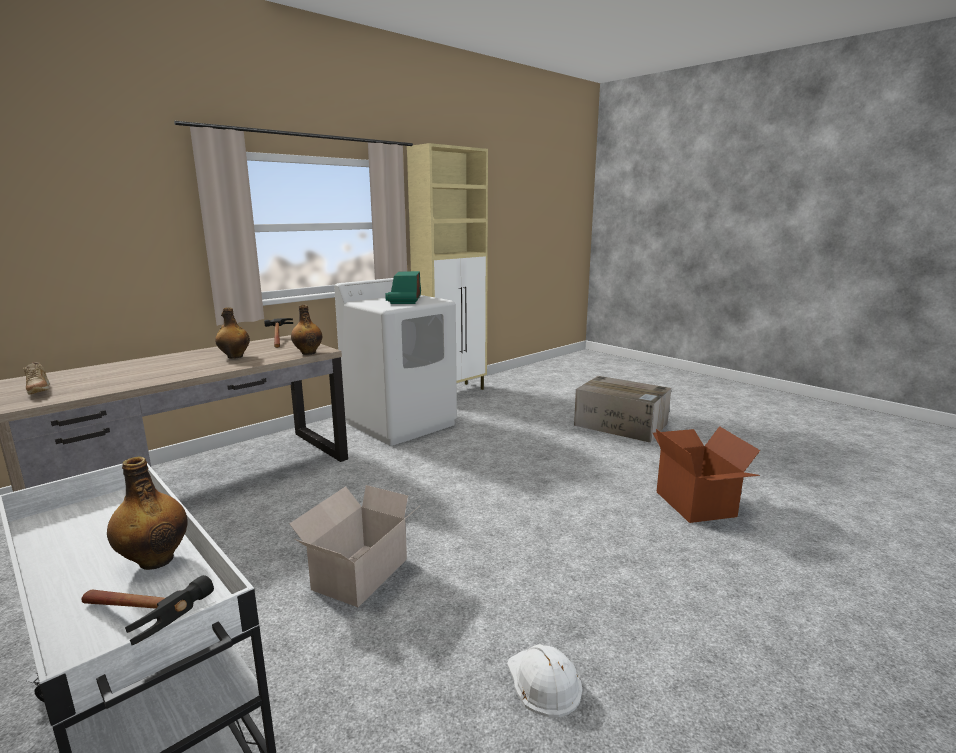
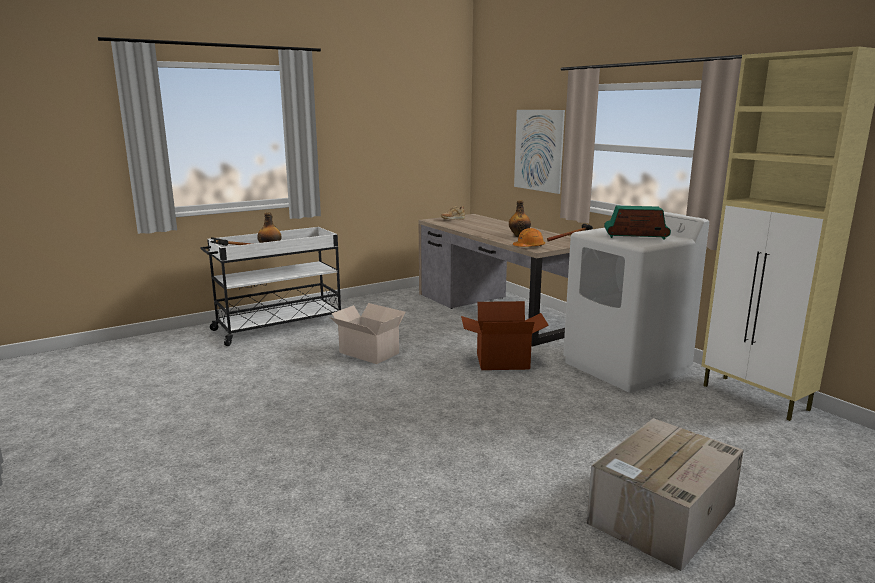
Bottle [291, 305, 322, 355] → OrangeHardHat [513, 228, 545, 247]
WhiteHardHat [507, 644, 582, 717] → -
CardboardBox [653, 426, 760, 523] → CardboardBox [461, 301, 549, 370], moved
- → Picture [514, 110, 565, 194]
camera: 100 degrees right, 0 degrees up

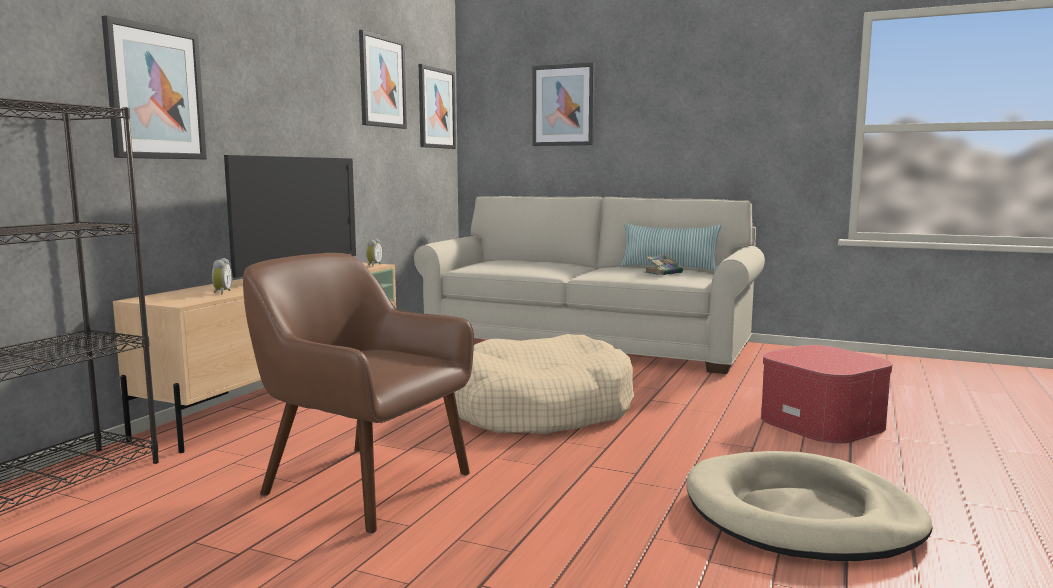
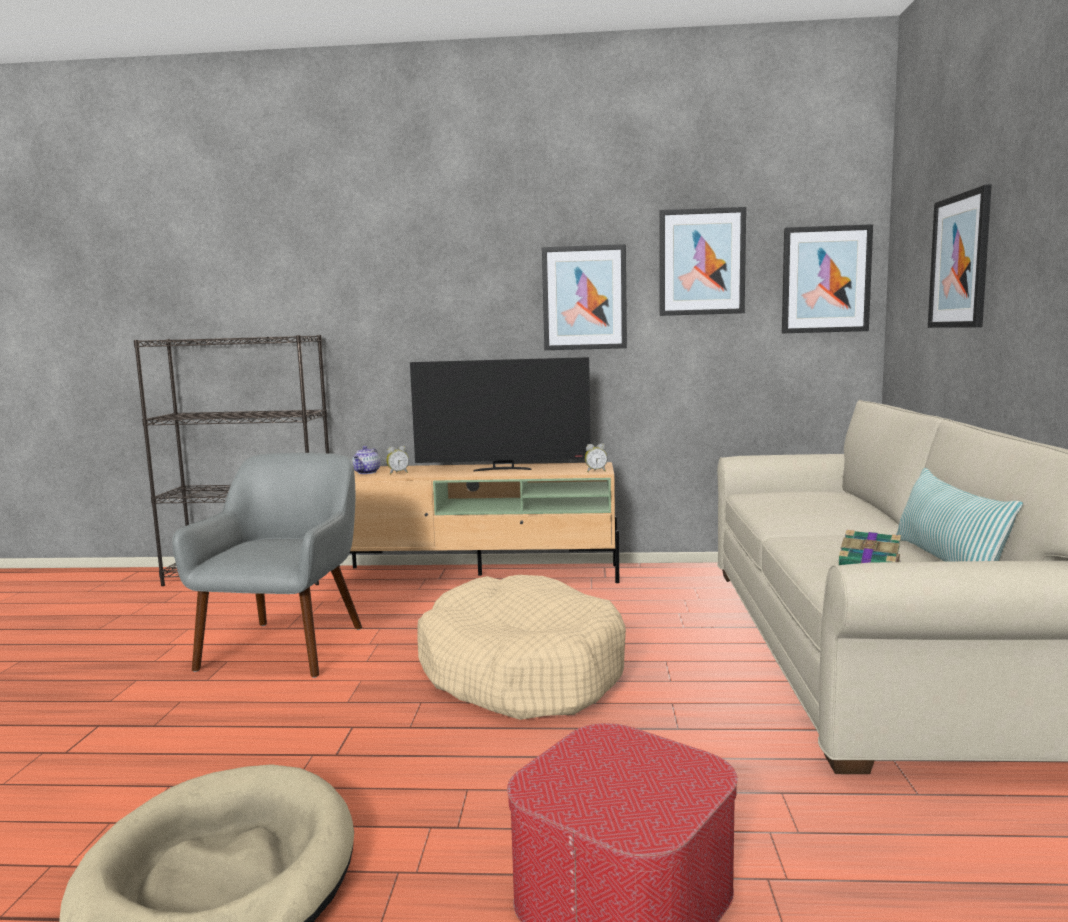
Picture [102, 15, 207, 159] → Picture [542, 244, 627, 350], moved
BrownArmchair [243, 253, 474, 534] → GreyArmchair [172, 453, 362, 678]
- → Teapot [352, 446, 380, 474]
camera: 70 degrees right, 0 degrees up

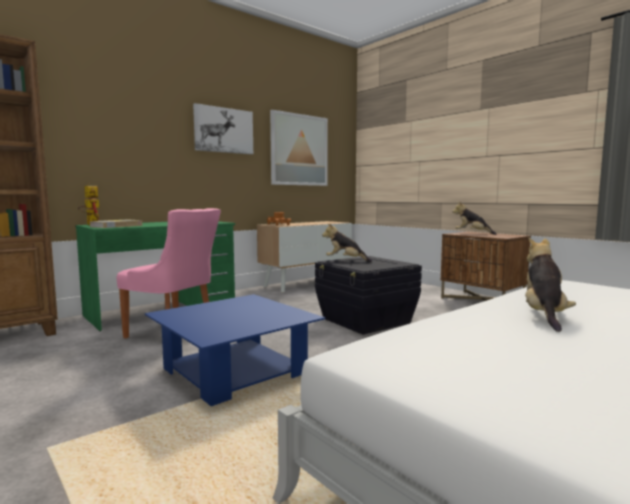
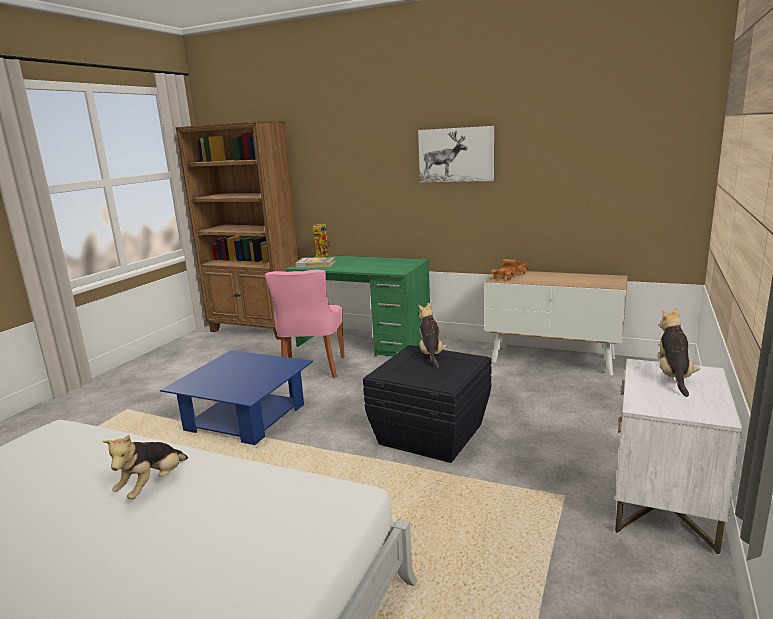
Picture [270, 110, 328, 186] → -
BrownNightstand [441, 231, 531, 301] → WhiteNightstand [615, 359, 742, 555]
PlushToy [525, 237, 576, 332] → PlushToy [102, 435, 188, 500], 120 degrees clockwise
camera: 65 degrees right, 10 degrees up

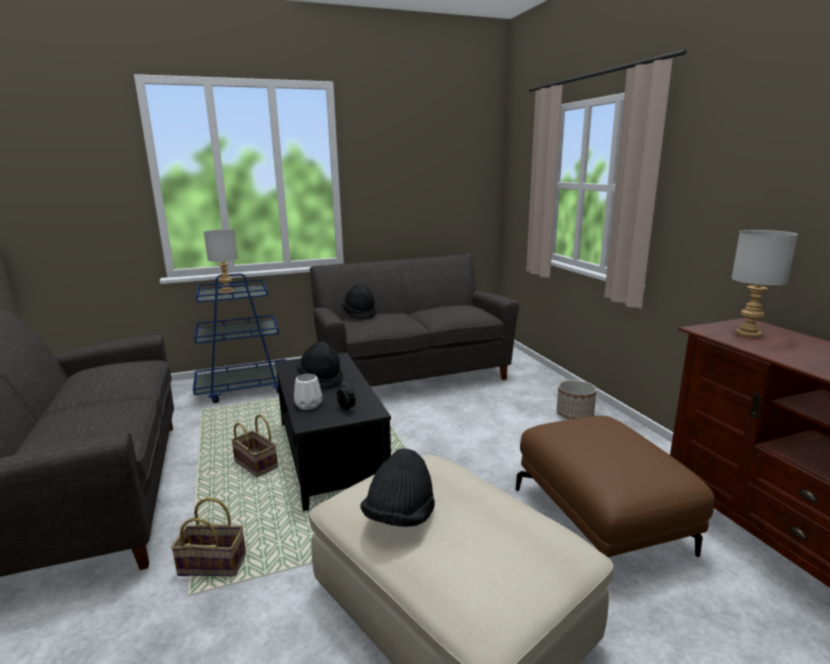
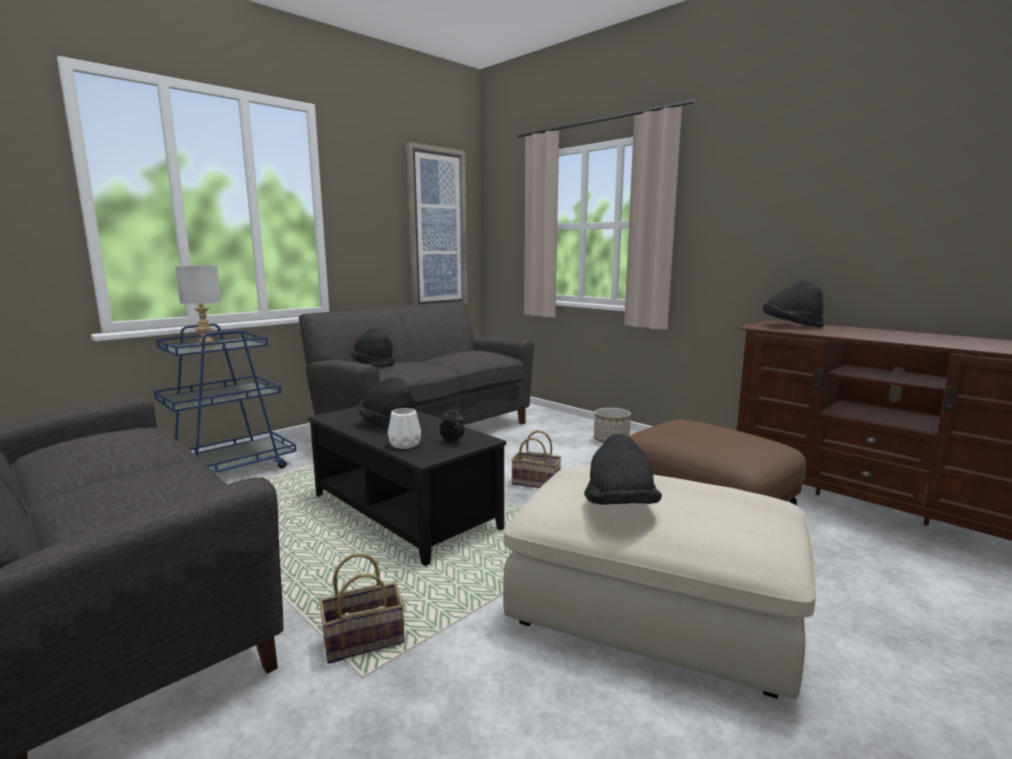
Basket [231, 415, 278, 477] → Basket [511, 430, 561, 488], moved
GreyTableLamp [732, 230, 798, 338] → BlackHat [763, 280, 824, 328]
- → Picture [405, 142, 468, 306]
camera: 25 degrees left, 5 degrees down

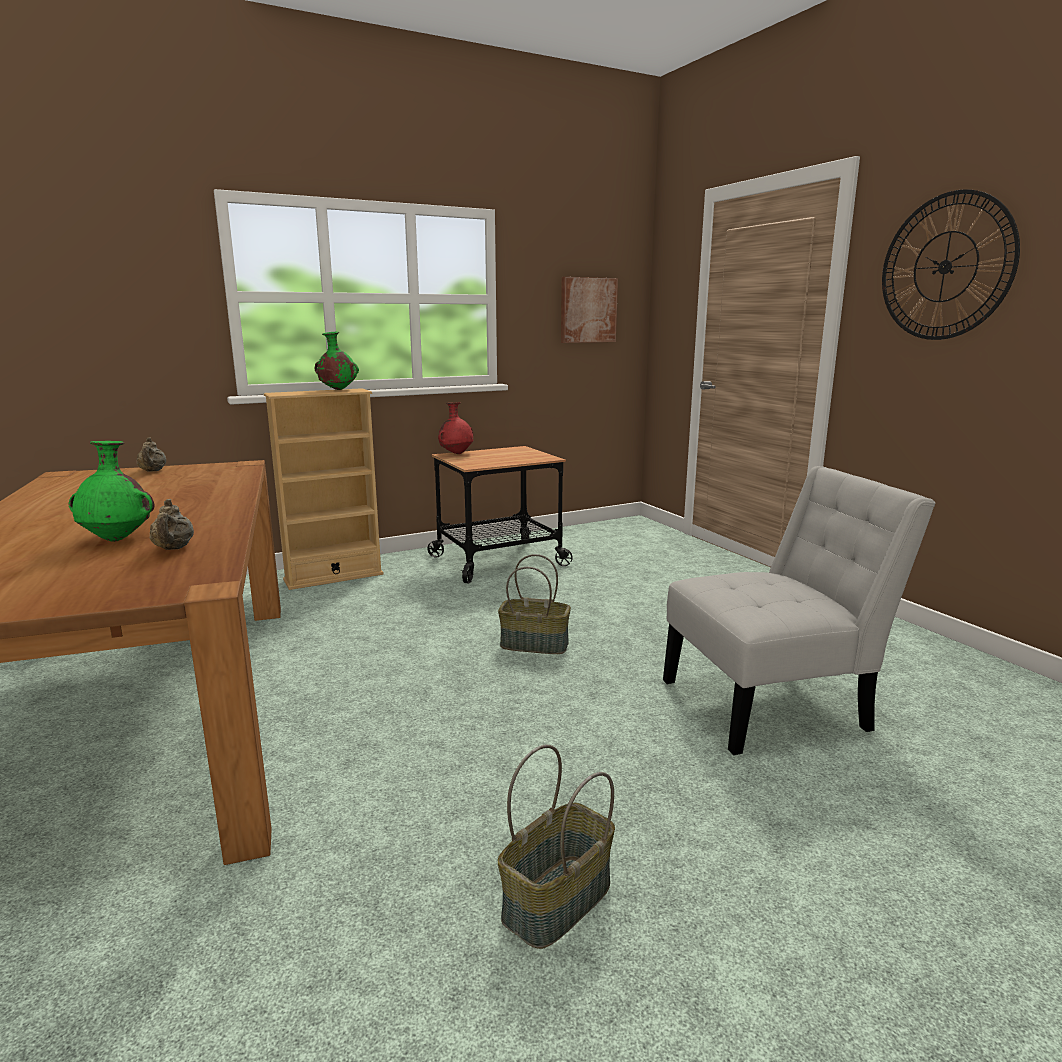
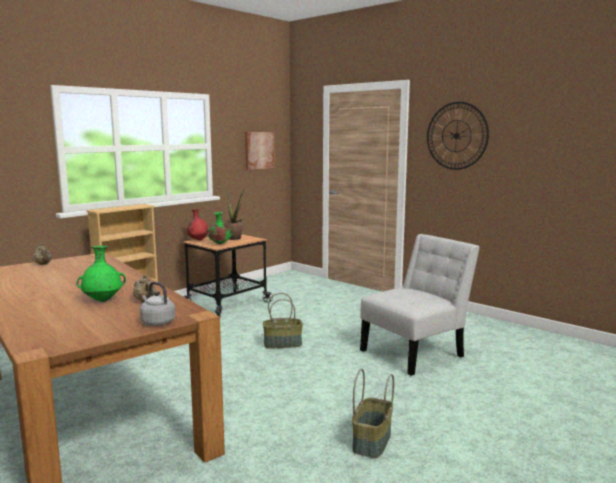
GreenVase [315, 332, 359, 390] → GreenVase [206, 212, 234, 244], moved
- → GreyKettle [140, 282, 175, 326]
- → PottedPlant [223, 190, 244, 240]
camera: 20 degrees left, 5 degrees down

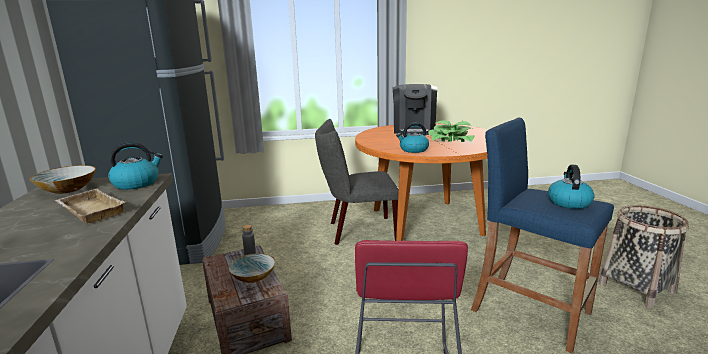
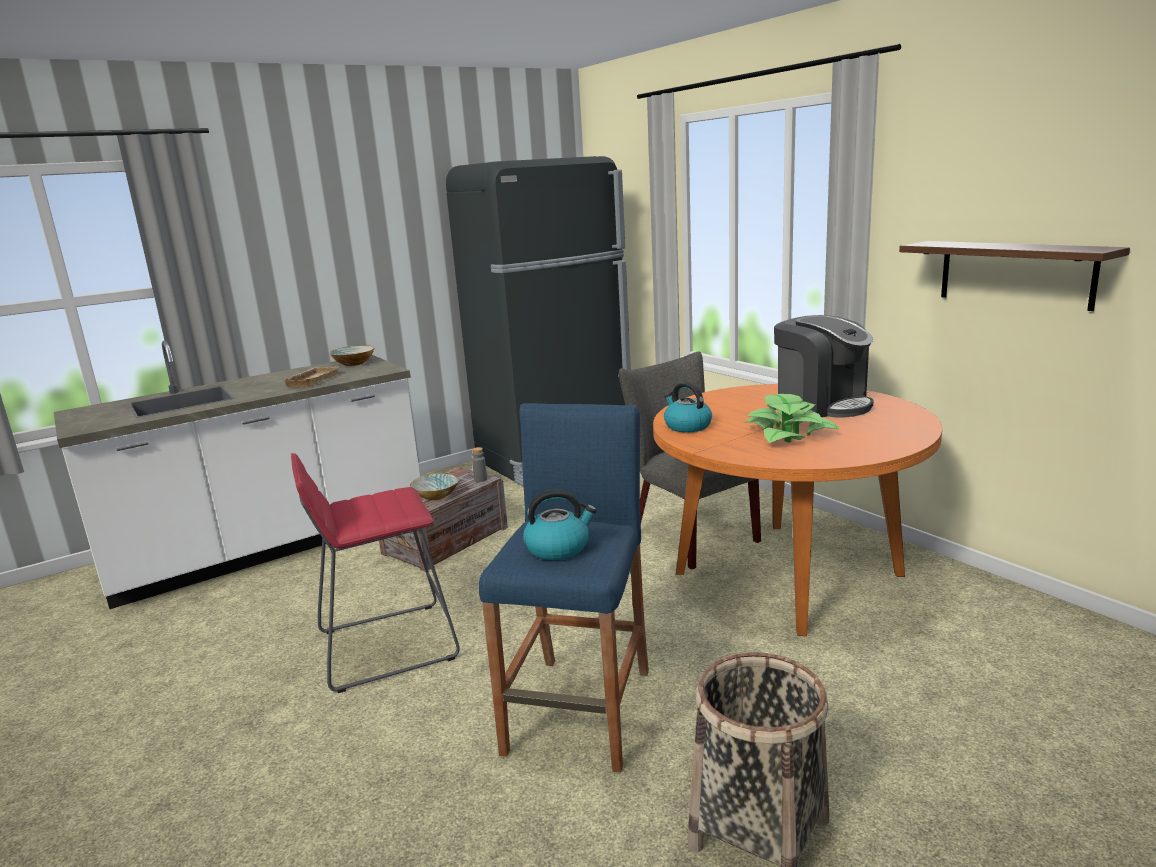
Kettle [108, 142, 163, 190] → -
CoffeeMachine [393, 84, 437, 135] → CoffeeMachine [774, 315, 873, 418], 105 degrees counterclockwise
- → Shelf [899, 241, 1130, 311]
camera: 65 degrees right, 0 degrees up

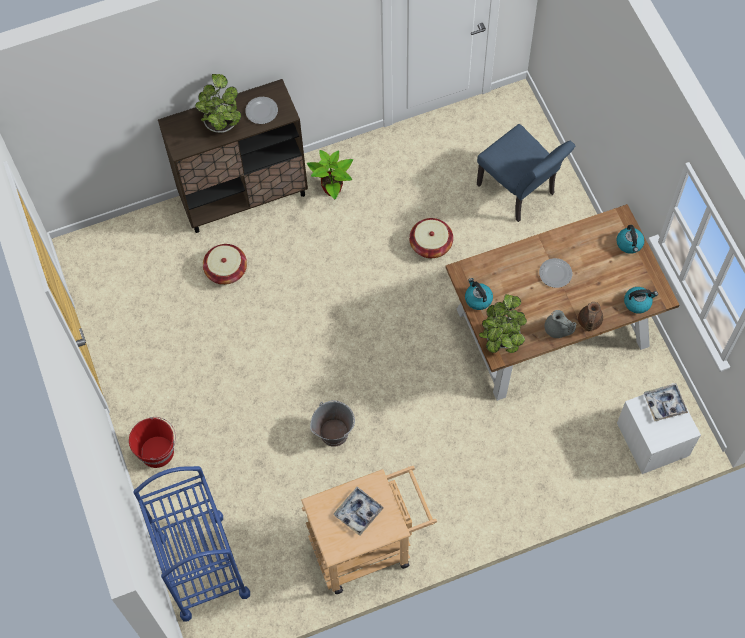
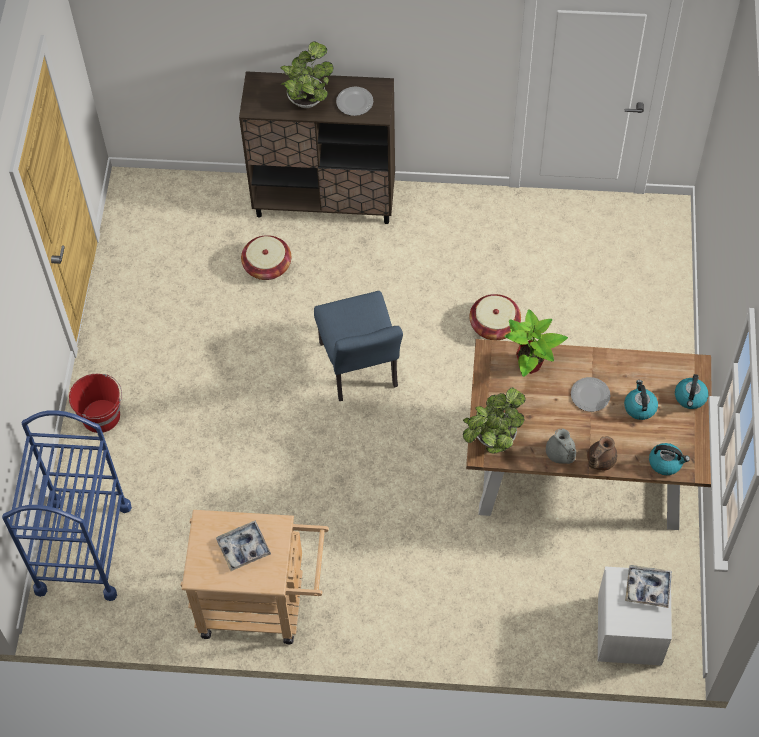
PottedPlant [307, 150, 353, 199] → PottedPlant [504, 309, 568, 377], moved
GreyBucket [310, 400, 355, 447] → -
Kettle [465, 278, 493, 310] → Kettle [624, 380, 658, 420], moved
BlueChair [477, 124, 575, 222] → BlueChair [314, 291, 403, 401], moved
camera: 25 degrees right, 5 degrees down

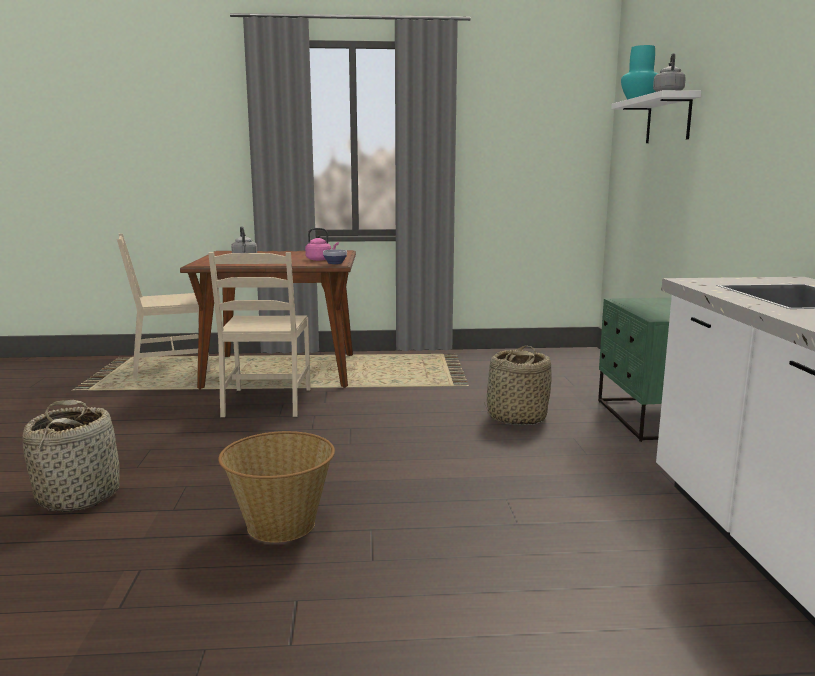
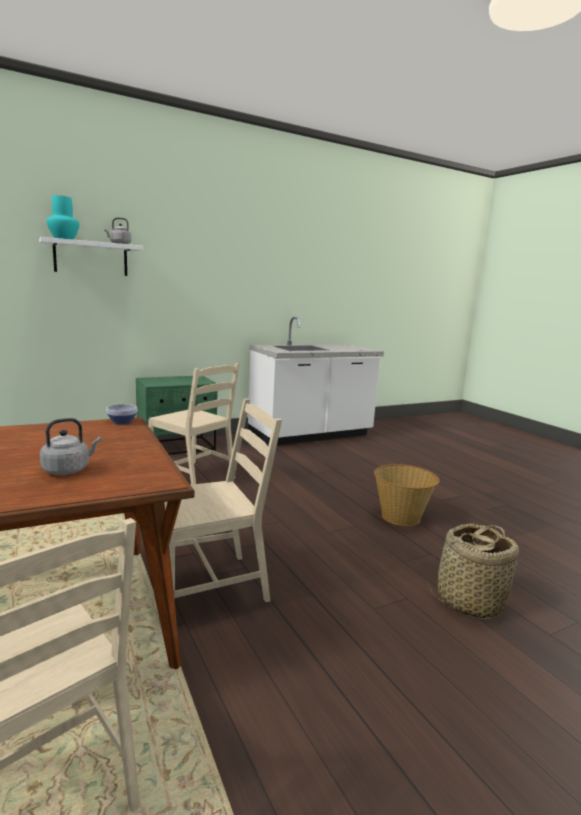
PinkKettle [305, 228, 339, 261] → -
Basket [484, 346, 552, 425] → BeigeChair [148, 363, 240, 485]
camera: 115 degrees left, 0 degrees up

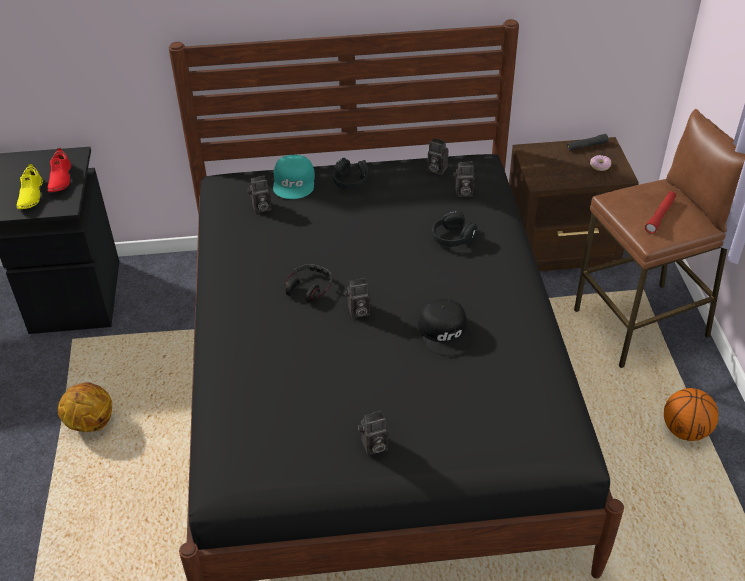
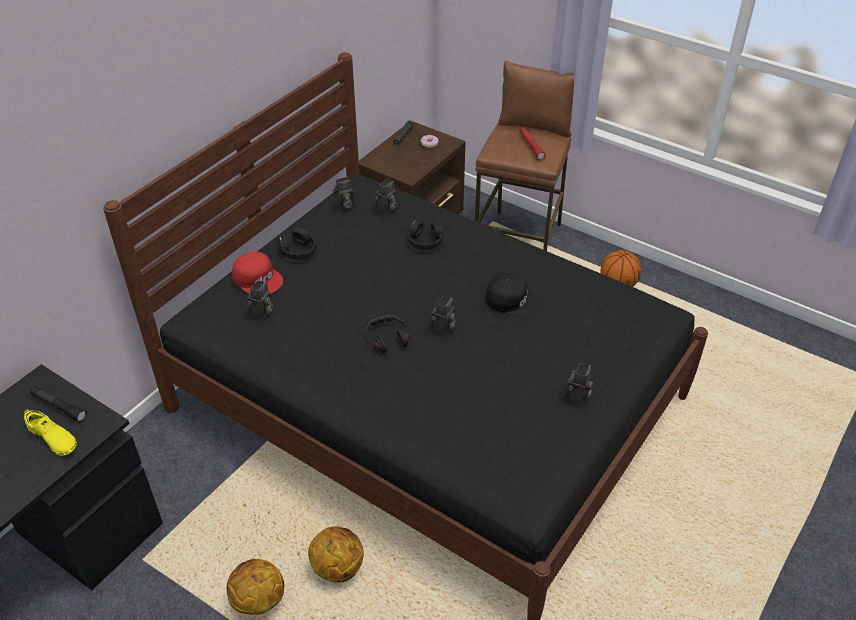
RedShoe [47, 148, 71, 192] → BlackFlashlight [30, 386, 87, 422]
TurquoiseCap [273, 155, 315, 199] → RedCap [232, 251, 283, 294]
- → Basketball [308, 527, 364, 583]
camera: 50 degrees left, 0 degrees up

